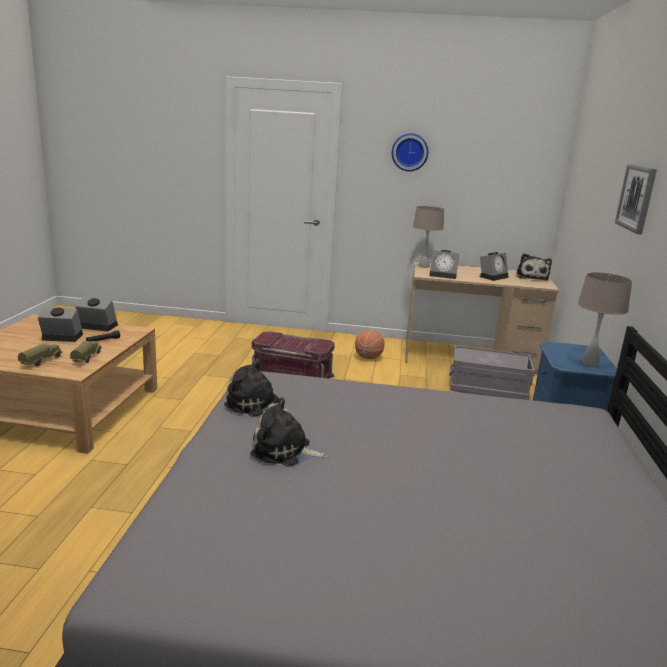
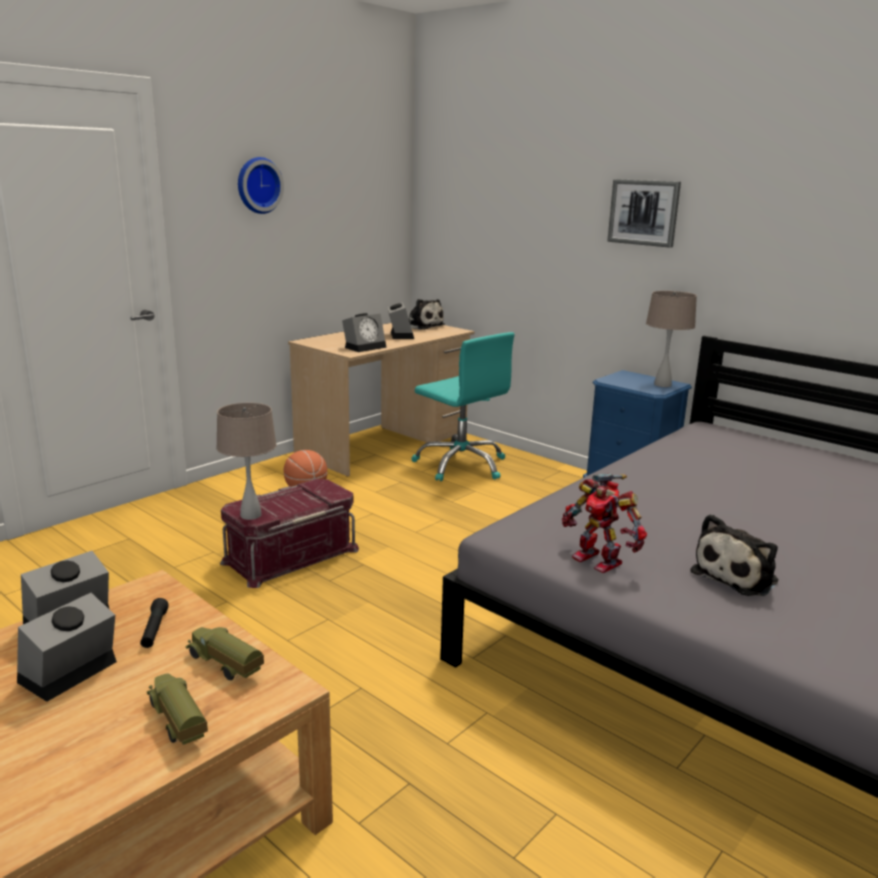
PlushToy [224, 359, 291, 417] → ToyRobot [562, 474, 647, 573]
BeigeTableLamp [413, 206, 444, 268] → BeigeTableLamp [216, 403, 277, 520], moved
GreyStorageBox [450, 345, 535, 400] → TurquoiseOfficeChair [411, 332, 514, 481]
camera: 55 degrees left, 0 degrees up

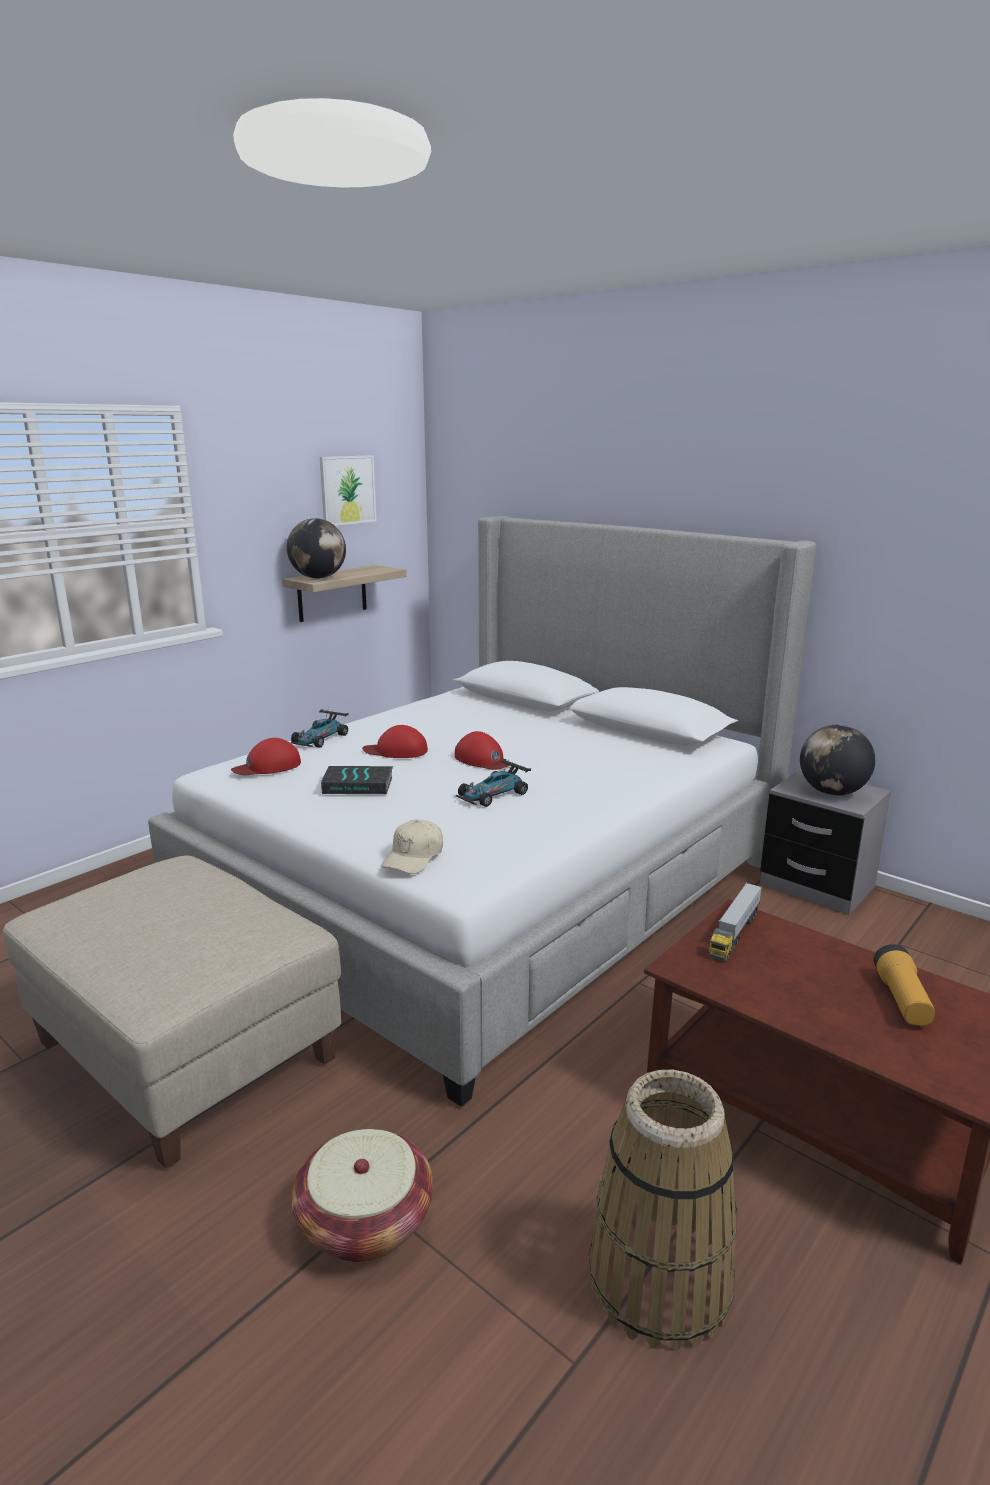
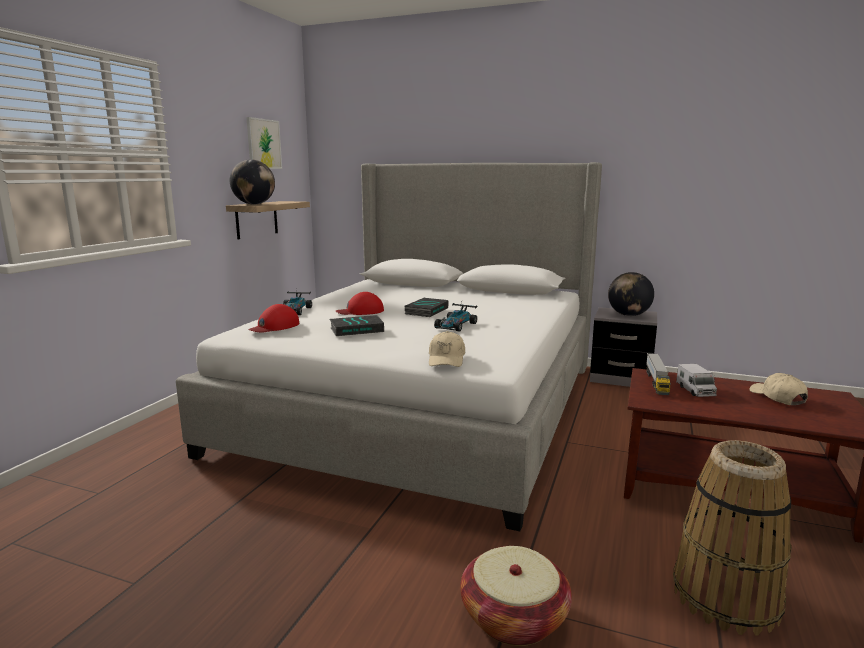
BeigeOttoman [3, 855, 341, 1169] → -
RedCap [455, 731, 511, 770] → Book [404, 298, 449, 317]
Flashlight [874, 944, 935, 1026] → BeigeCap [749, 373, 808, 405]
- → ToyTruck [676, 364, 717, 397]
camera: 20 degrees left, 5 degrees down

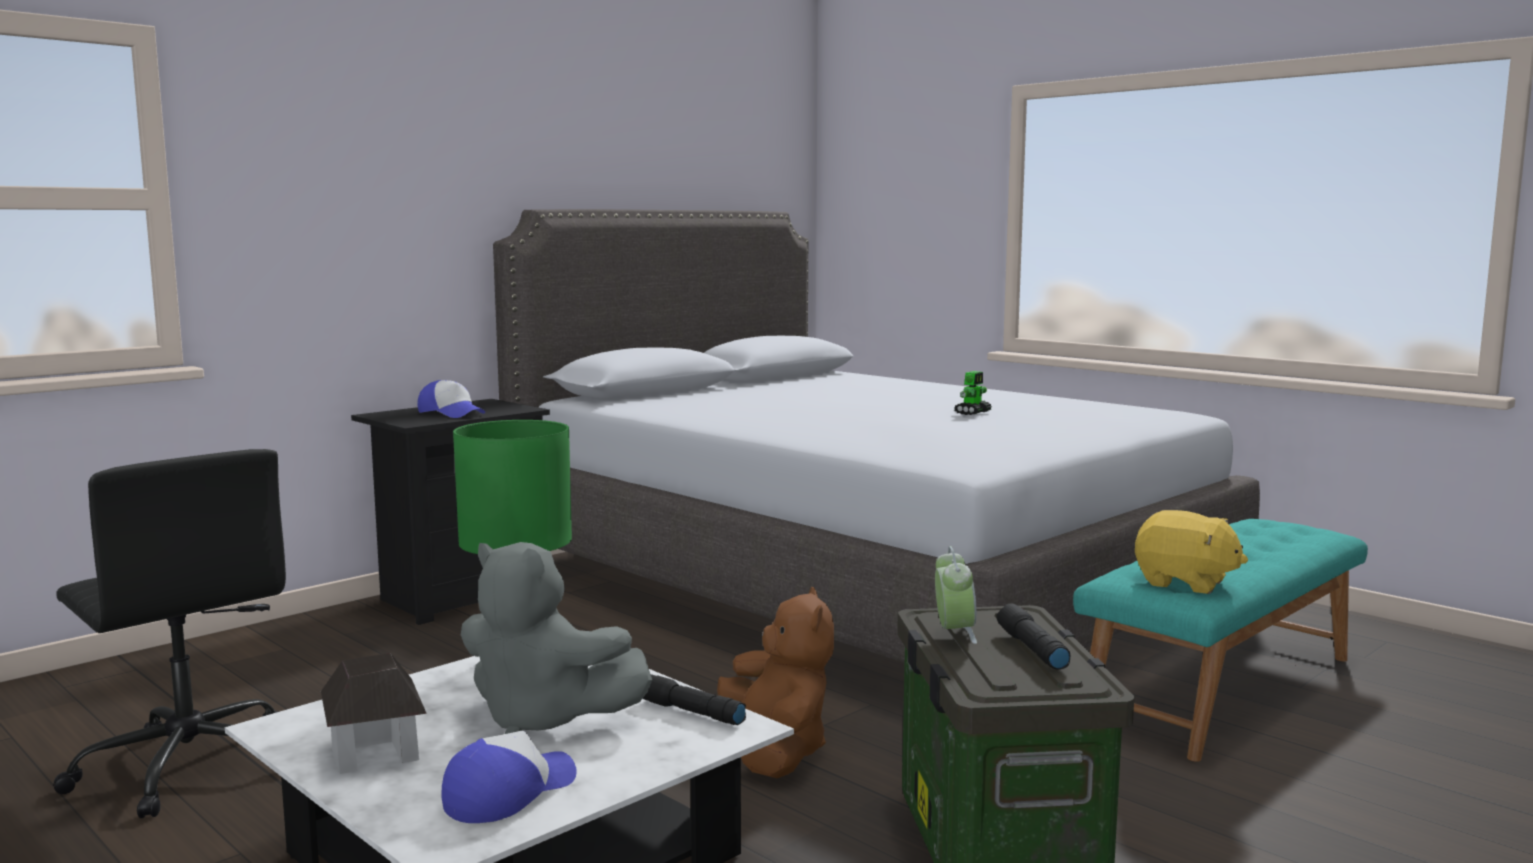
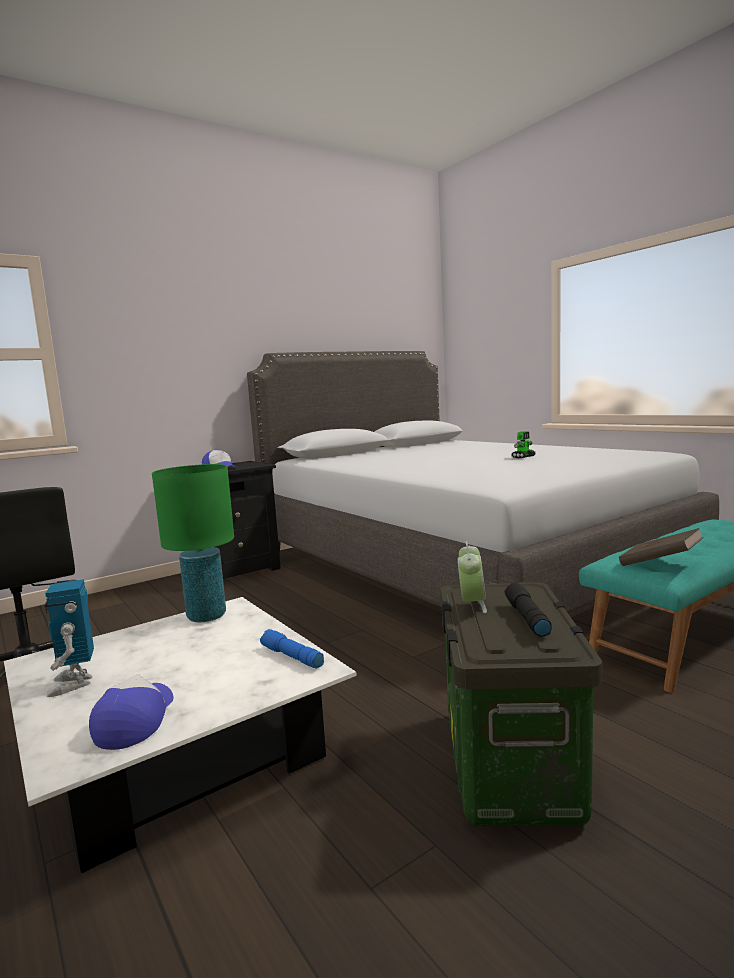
ToyHouse [321, 653, 427, 774] → ToyRobot [45, 579, 94, 697]
Cap [441, 731, 577, 823] → Cap [89, 674, 174, 750], 45 degrees counterclockwise
GreyPlushToy [461, 542, 652, 734] → -
BlackFlashlight [643, 674, 746, 725] → BlueFlashlight [260, 629, 324, 669]
BrownPlushToy [717, 587, 834, 778] → -
YellowPlushToy [1135, 510, 1248, 594] → BrownBook [619, 528, 704, 566]
camera: 10 degrees right, 0 degrees up

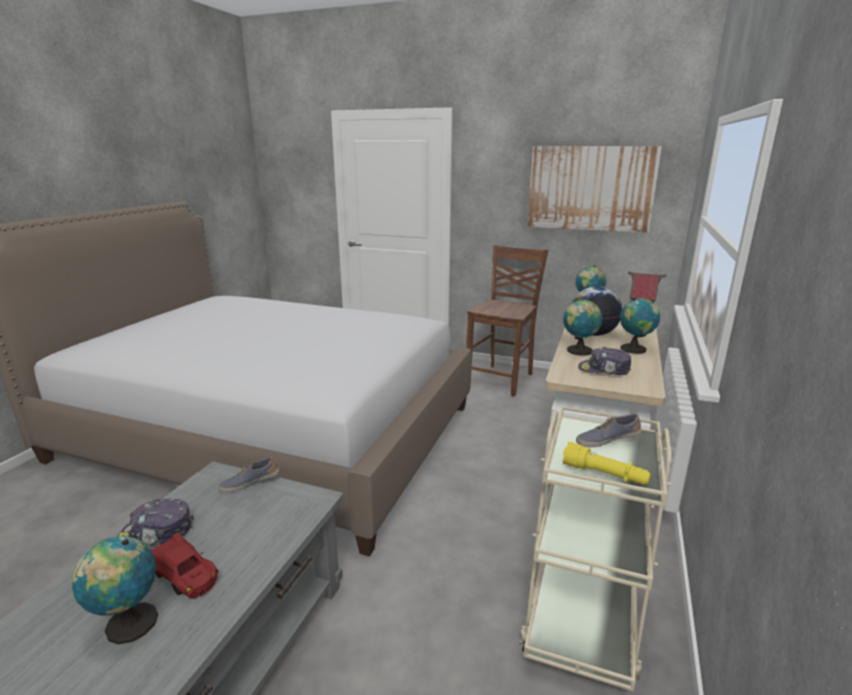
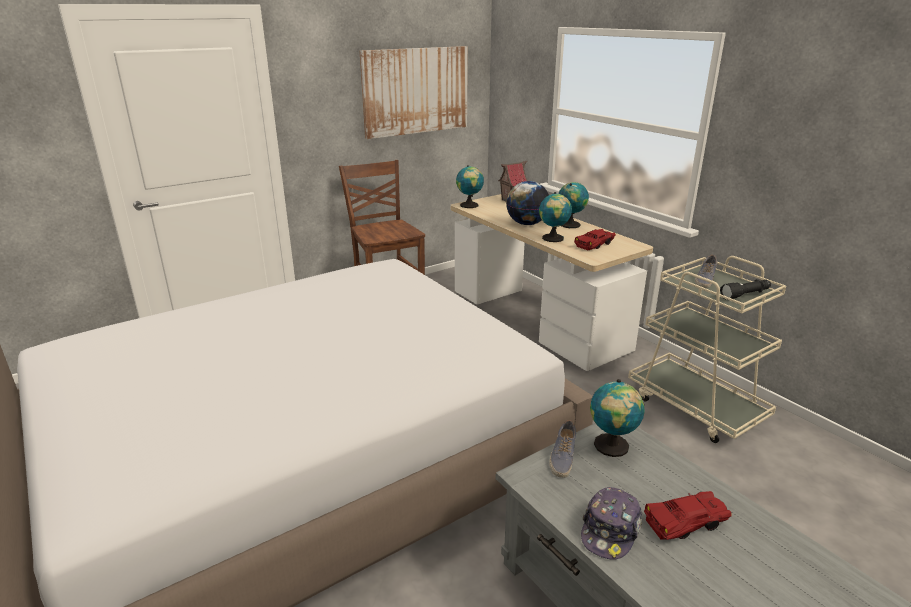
Globe [72, 536, 158, 645] → Globe [590, 379, 645, 457], moved
YellowFlashlight [562, 442, 651, 485] → BlackFlashlight [720, 279, 771, 300]
Cap [578, 347, 631, 375] → RedToyCar [574, 229, 616, 250]
camera: 55 degrees left, 5 degrees up

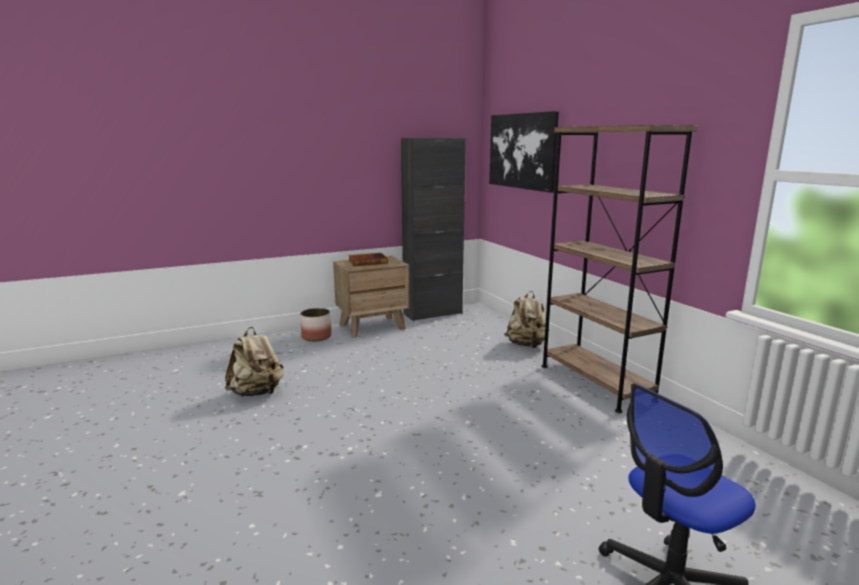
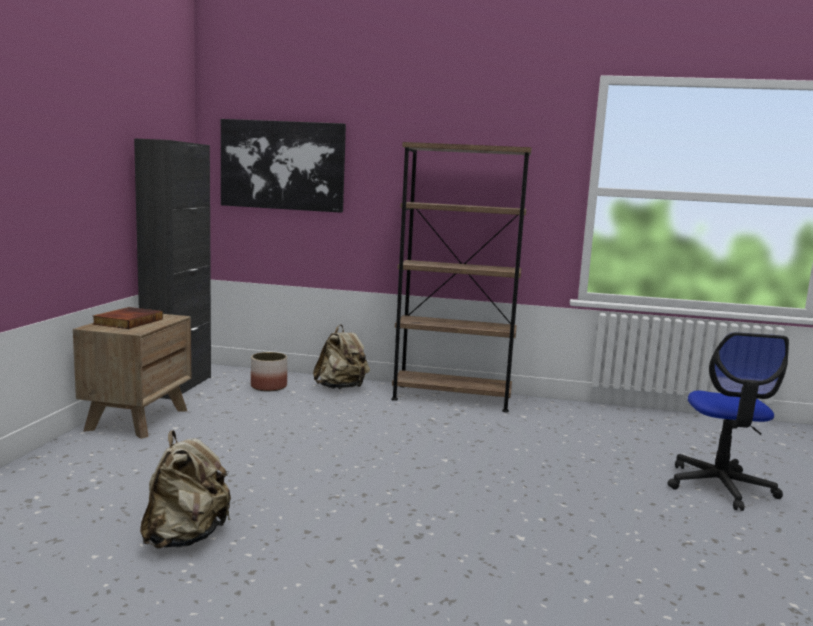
Planter [300, 308, 331, 341] → Planter [251, 352, 287, 391], moved
camera: 55 degrees left, 5 degrees down

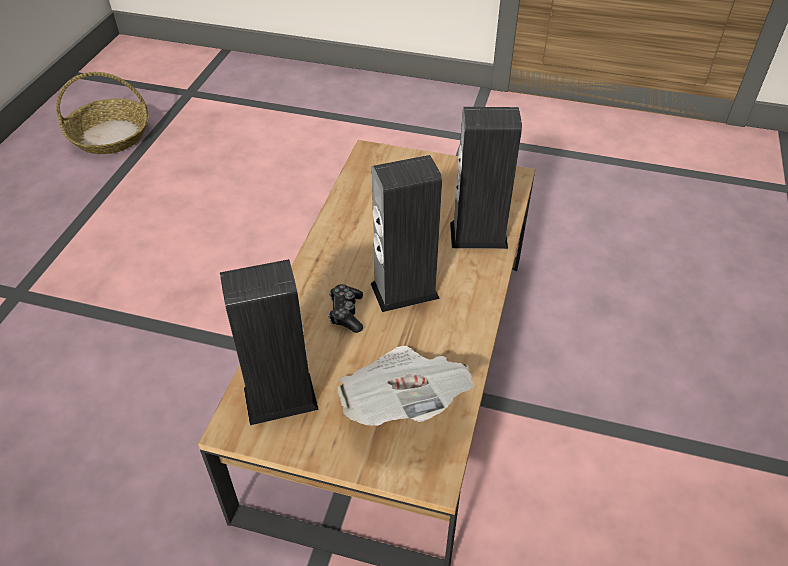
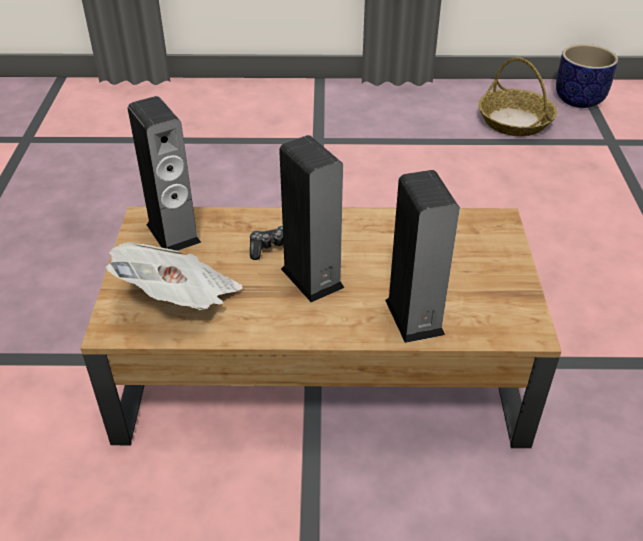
- → Planter [556, 44, 618, 108]
camera: 75 degrees right, 5 degrees down

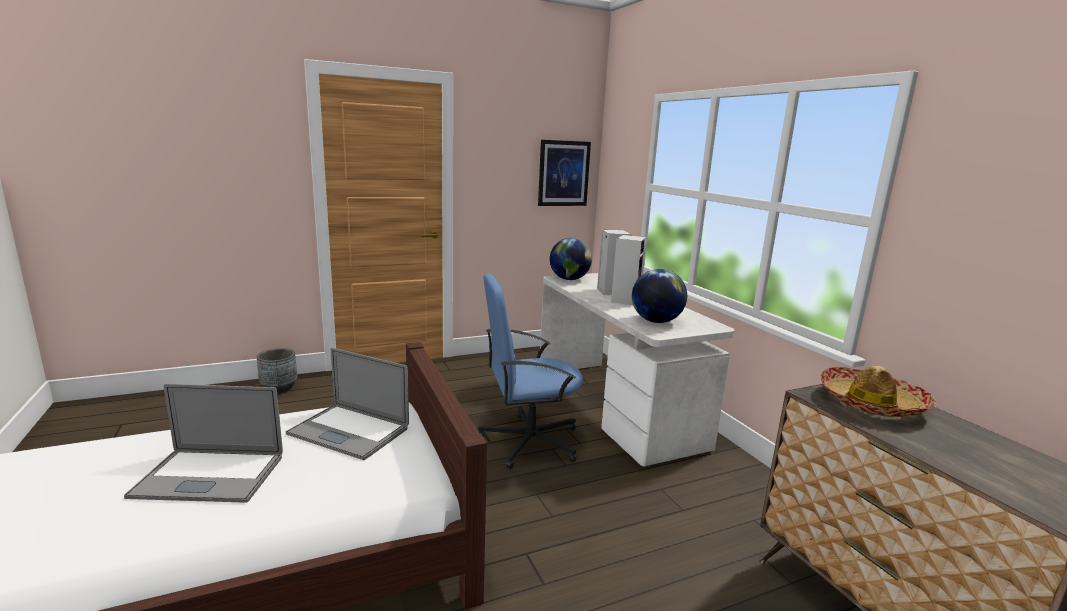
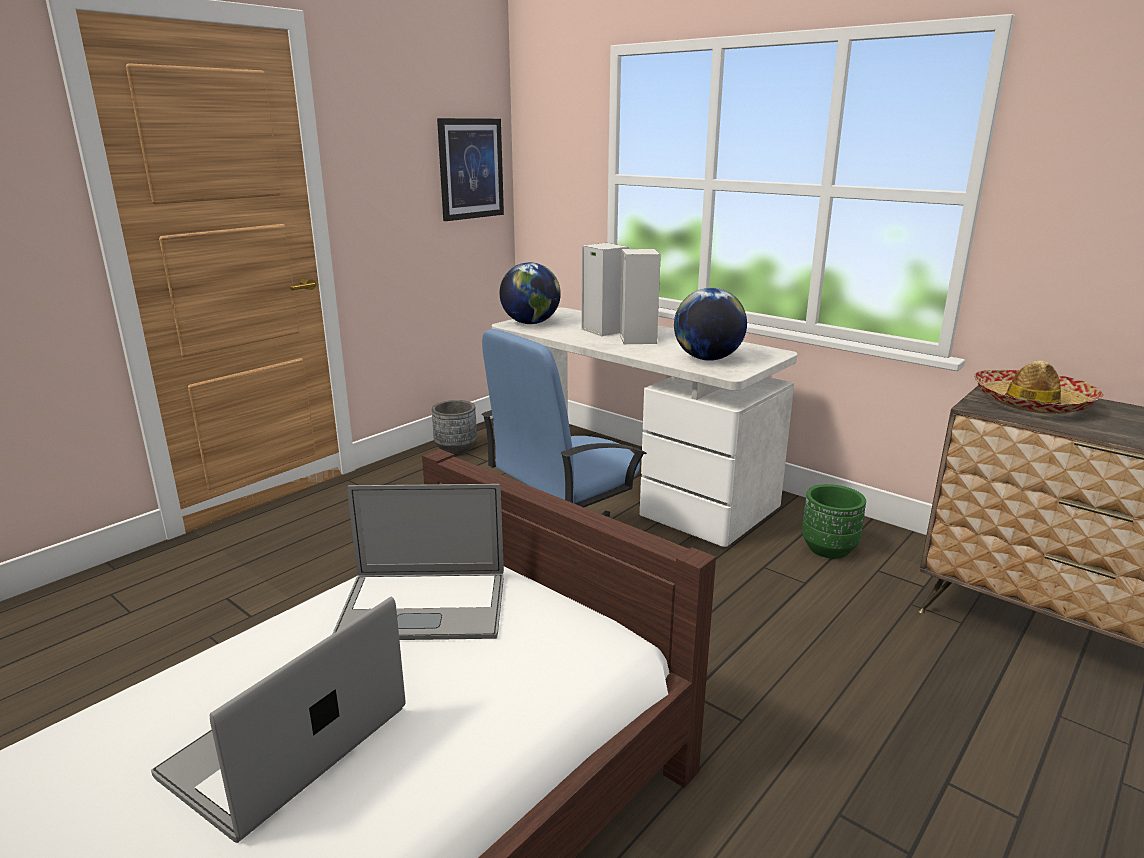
Laptop [124, 384, 283, 503] → Laptop [151, 597, 406, 843], 150 degrees clockwise
GreyPlanter [257, 348, 297, 393] → GreyPlanter [432, 400, 477, 455], moved
- → GreenPlanter [802, 484, 866, 559]
camera: 25 degrees left, 5 degrees up

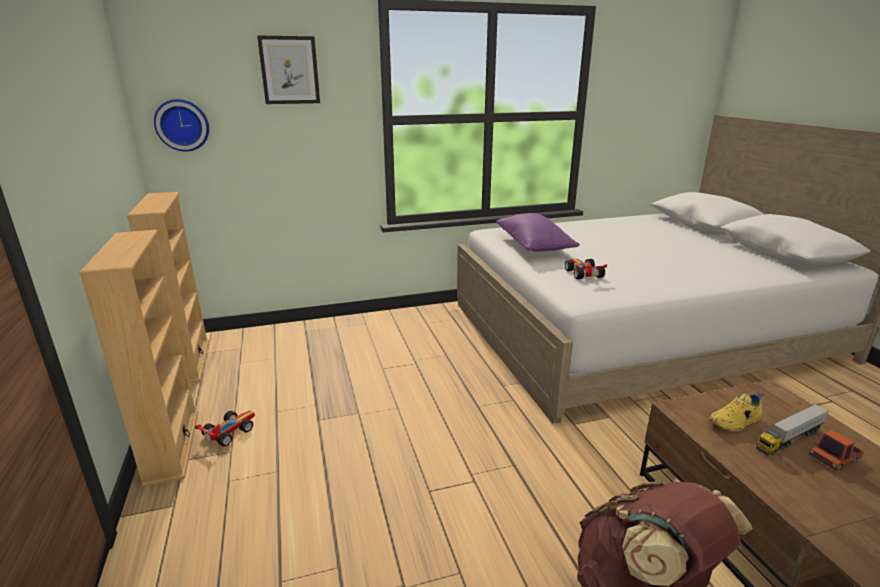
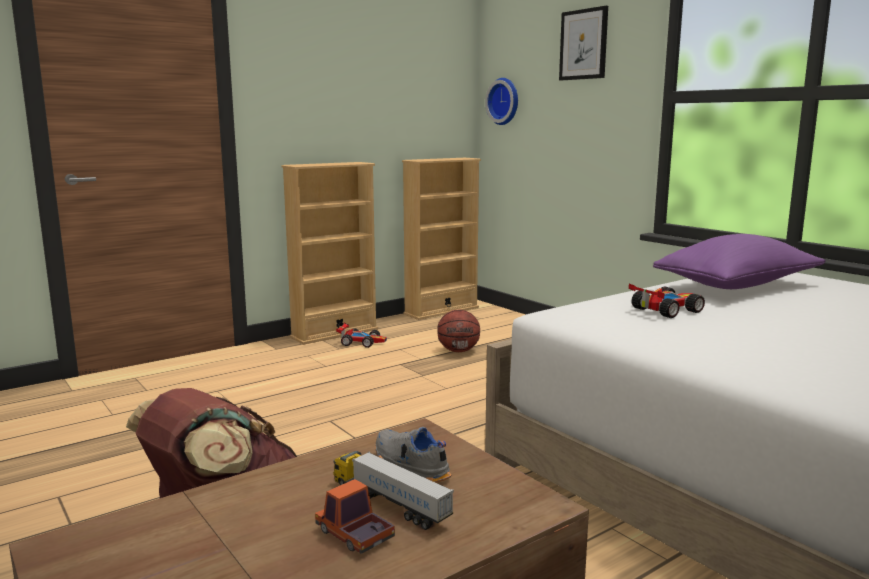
YellowShoe [709, 392, 764, 432] → GreyShoe [376, 427, 451, 483]
- → Basketball [437, 310, 480, 352]
camera: 70 degrees right, 10 degrees down

